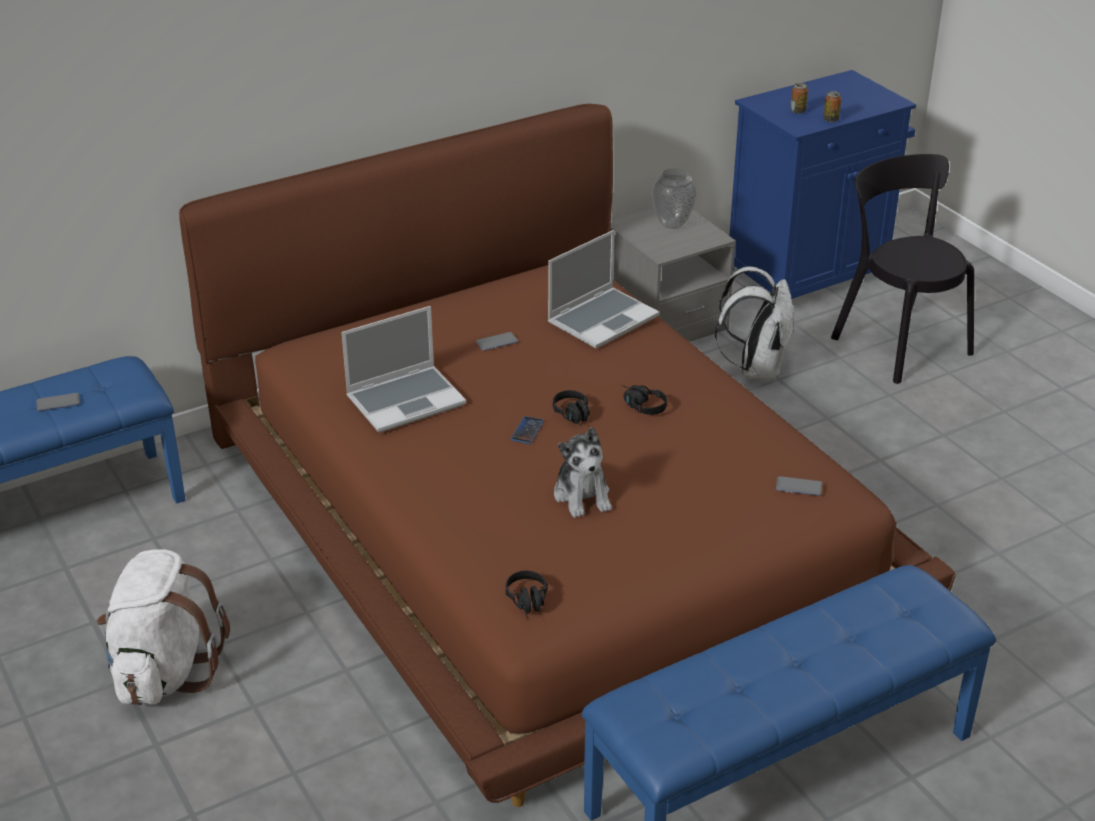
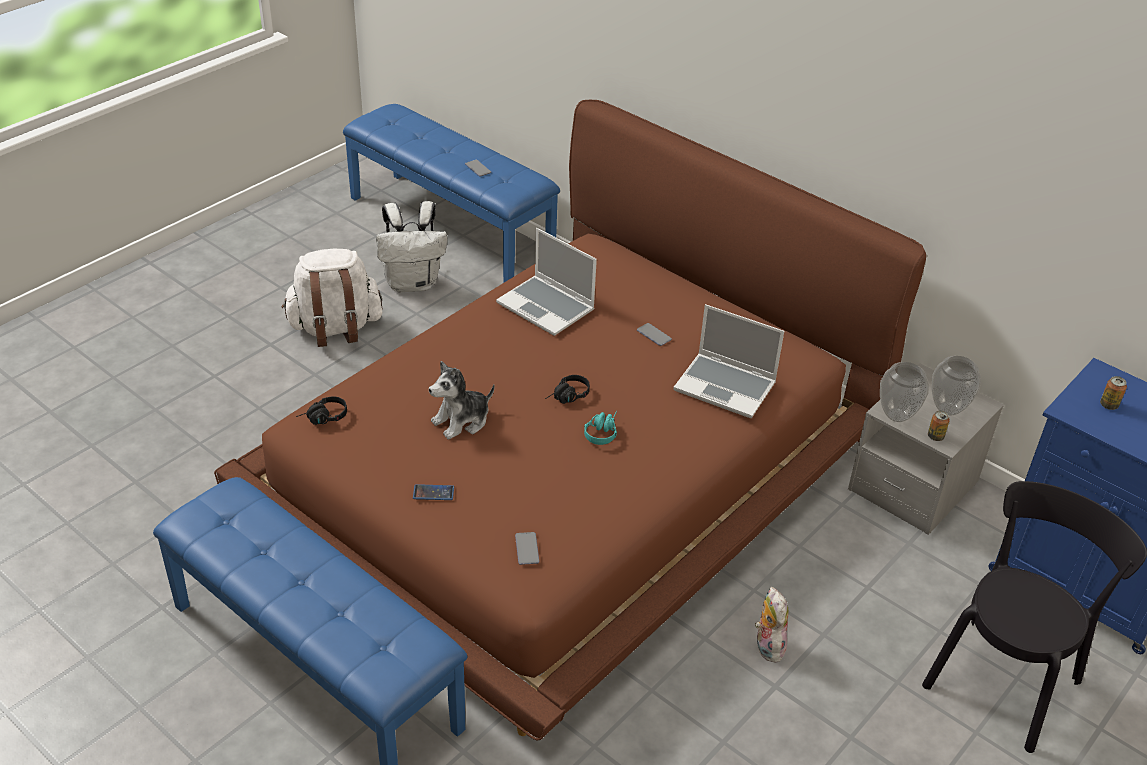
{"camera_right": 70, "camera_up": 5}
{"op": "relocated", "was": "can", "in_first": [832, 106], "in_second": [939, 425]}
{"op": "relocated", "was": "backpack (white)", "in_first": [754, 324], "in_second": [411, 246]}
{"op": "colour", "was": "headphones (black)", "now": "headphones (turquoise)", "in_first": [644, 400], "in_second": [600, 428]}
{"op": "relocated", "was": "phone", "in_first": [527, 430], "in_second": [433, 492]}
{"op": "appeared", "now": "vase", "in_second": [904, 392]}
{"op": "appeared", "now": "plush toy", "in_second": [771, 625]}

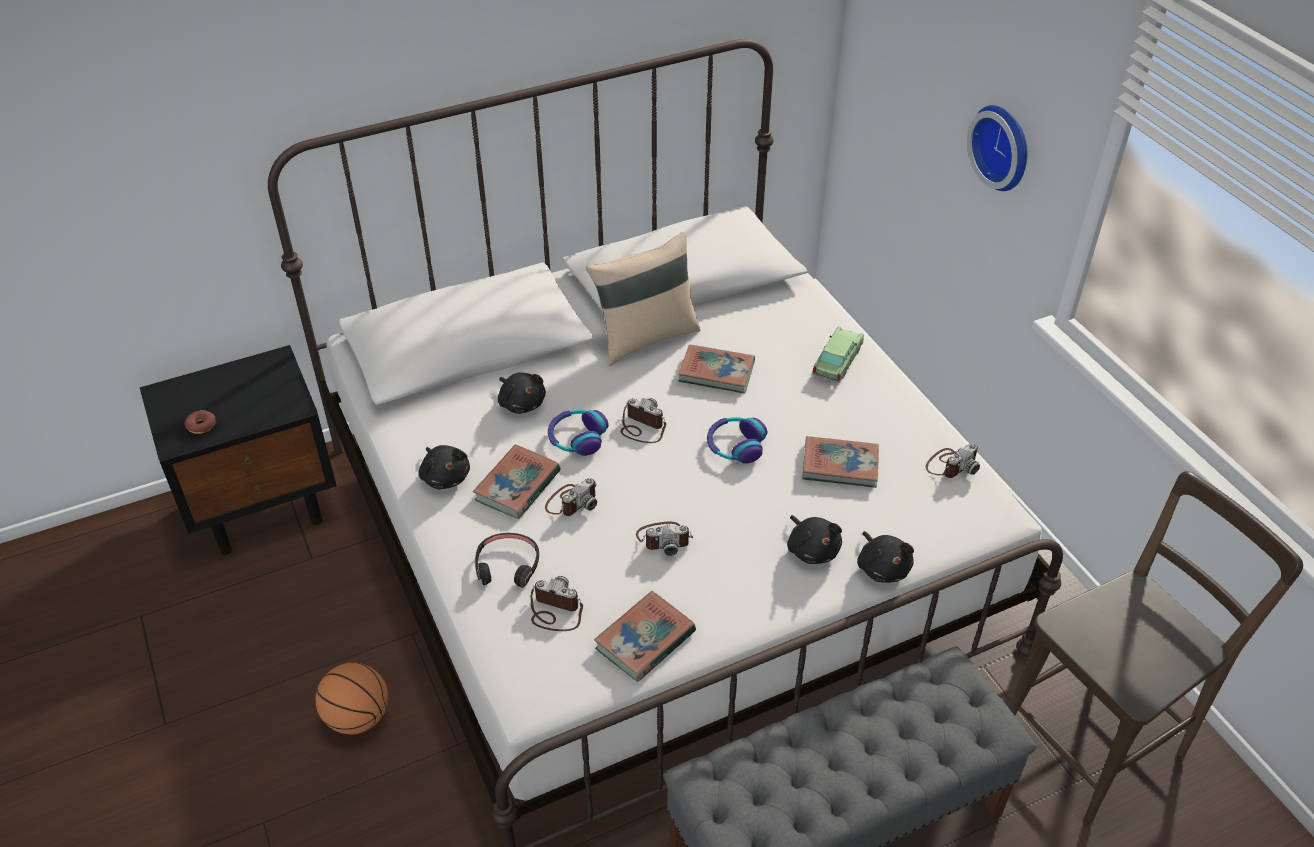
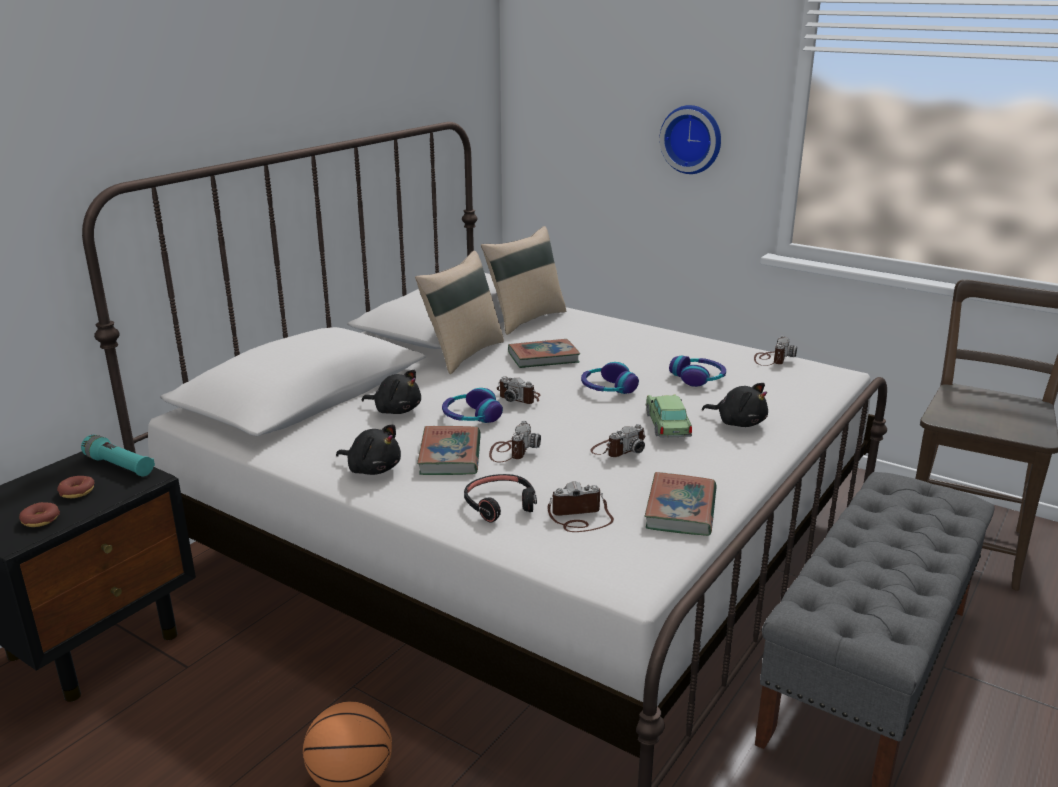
{"camera_right": -30, "camera_up": -20}
{"op": "relocated", "was": "toy car", "in_first": [838, 355], "in_second": [668, 415]}
{"op": "spun", "was": "photo camera", "in_first": [643, 420], "in_second": [518, 390], "clockwise": -150}
{"op": "exchanged", "was": "book", "now": "headphones", "in_first": [840, 462], "in_second": [697, 371]}
{"op": "missing", "was": "plush toy (black)", "in_first": [885, 557]}
{"op": "appeared", "now": "pillow (beige)", "in_second": [523, 280]}
{"op": "appeared", "now": "flashlight (turquoise)", "in_second": [118, 456]}
{"op": "appeared", "now": "donut", "in_second": [75, 487]}

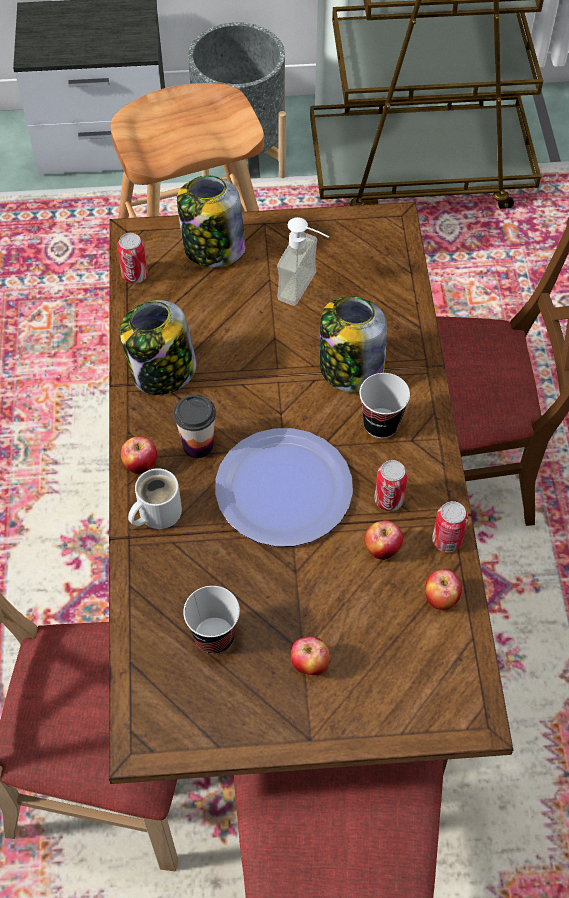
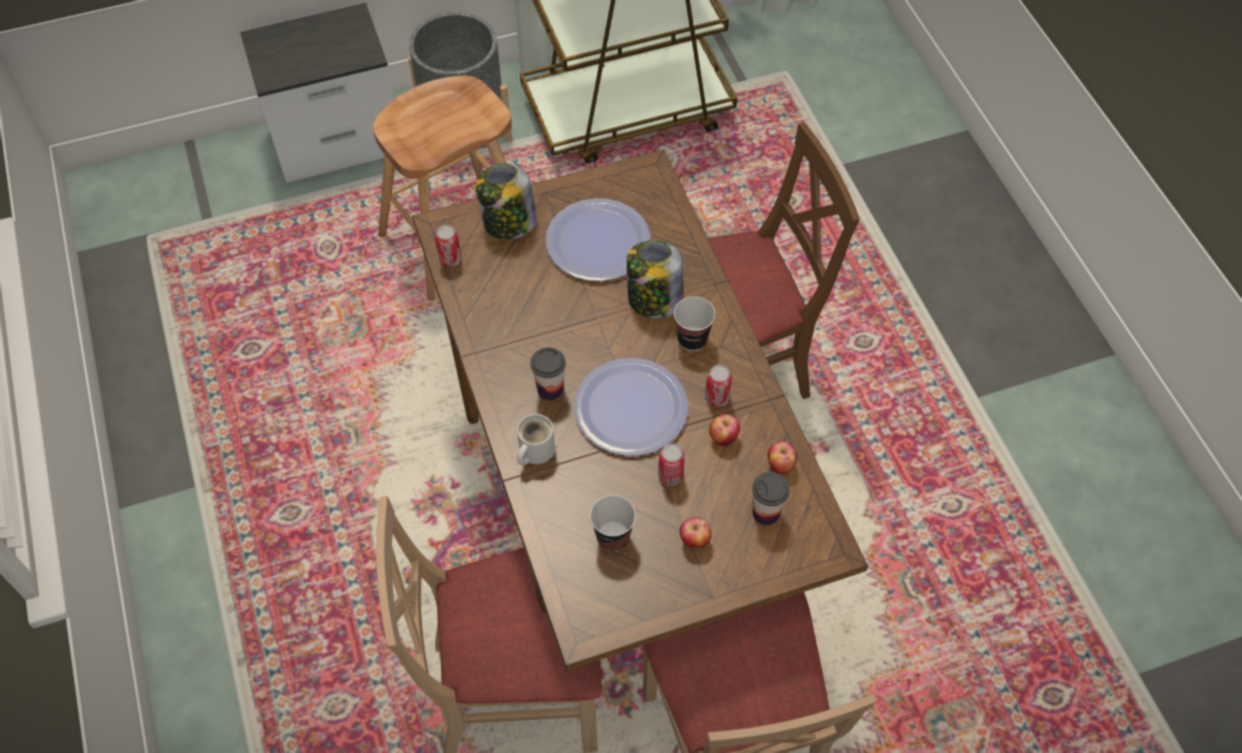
{"camera_right": -15, "camera_up": 0}
{"op": "exchanged", "was": "soap dispenser", "now": "plate", "in_first": [303, 261], "in_second": [598, 240]}
{"op": "missing", "was": "jar", "in_first": [158, 347]}
{"op": "missing", "was": "apple", "in_first": [139, 455]}
{"op": "relocated", "was": "can", "in_first": [450, 526], "in_second": [671, 465]}
{"op": "appeared", "now": "cup", "in_second": [771, 498]}

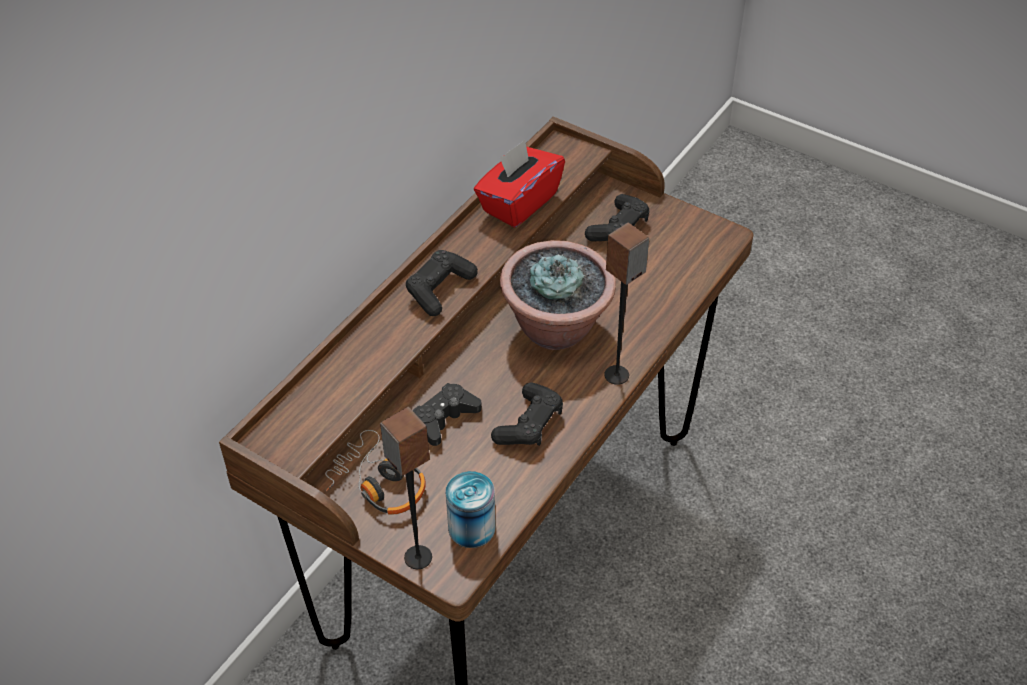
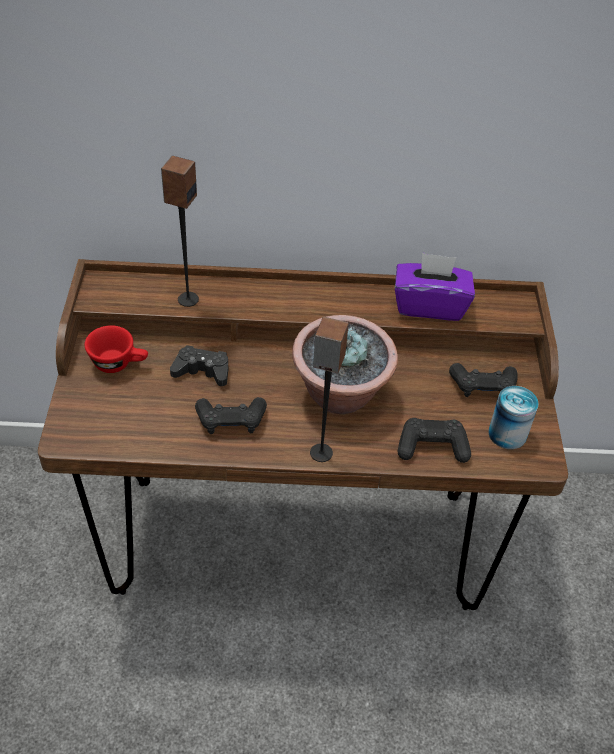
{"camera_right": 55, "camera_up": 0}
{"op": "colour", "was": "tissue box (red)", "now": "tissue box (purple)", "in_first": [519, 183], "in_second": [435, 286]}
{"op": "relocated", "was": "game controller (black)", "in_first": [442, 283], "in_second": [434, 440]}
{"op": "relocated", "was": "speaker", "in_first": [406, 488], "in_second": [180, 231]}
{"op": "exchanged", "was": "headphones", "now": "cup (red)", "in_first": [375, 472], "in_second": [116, 349]}
{"op": "relocated", "was": "can", "in_first": [471, 509], "in_second": [513, 417]}

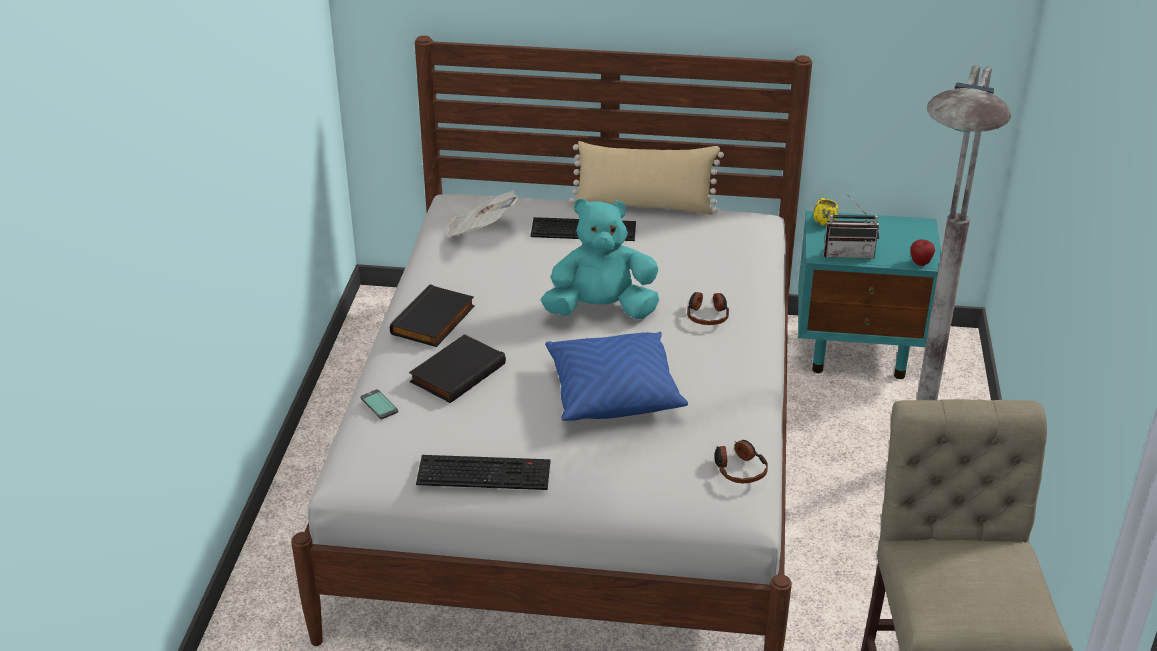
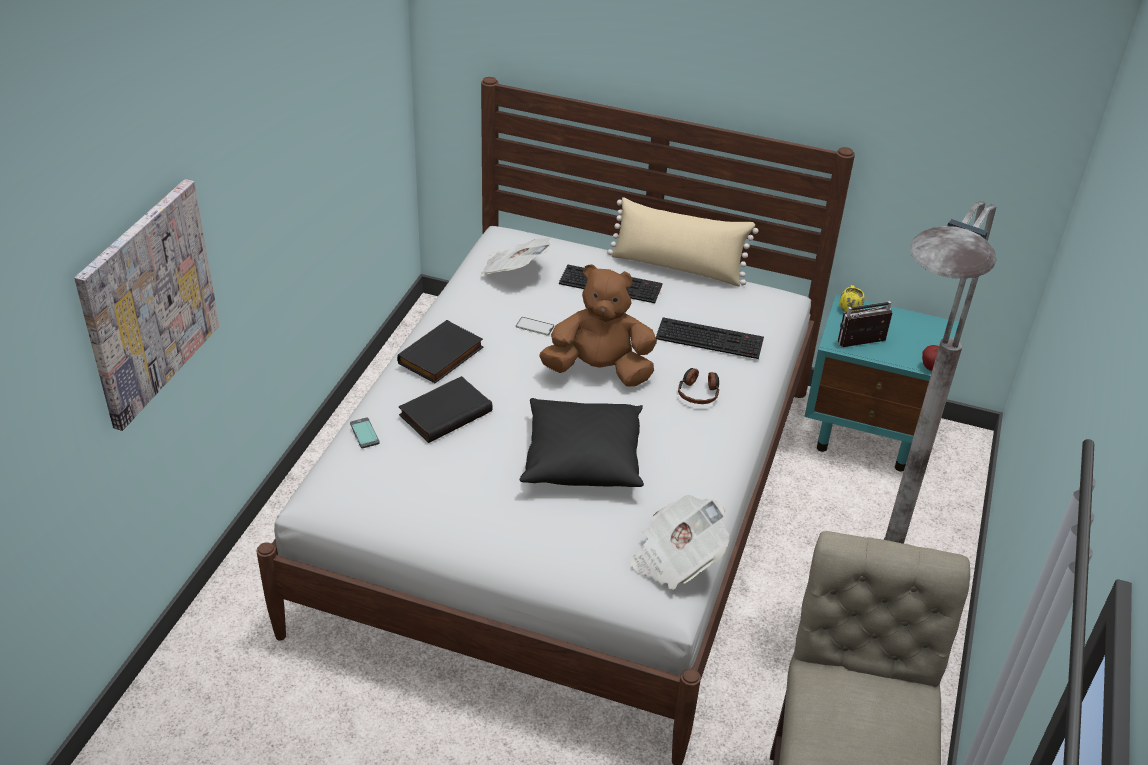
{"camera_right": 10, "camera_up": 5}
{"op": "spun", "was": "radio", "in_first": [851, 227], "in_second": [865, 324], "clockwise": 150}
{"op": "colour", "was": "plush toy (turquoise)", "now": "plush toy (brown)", "in_first": [600, 258], "in_second": [598, 325]}
{"op": "colour", "was": "pillow (blue)", "now": "pillow (black)", "in_first": [616, 376], "in_second": [582, 442]}
{"op": "exchanged", "was": "headphones", "now": "newspaper", "in_first": [741, 461], "in_second": [679, 542]}
{"op": "relocated", "was": "keyboard", "in_first": [483, 472], "in_second": [710, 338]}
{"op": "appeared", "now": "picture", "in_second": [146, 305]}
{"op": "appeared", "now": "phone", "in_second": [535, 326]}

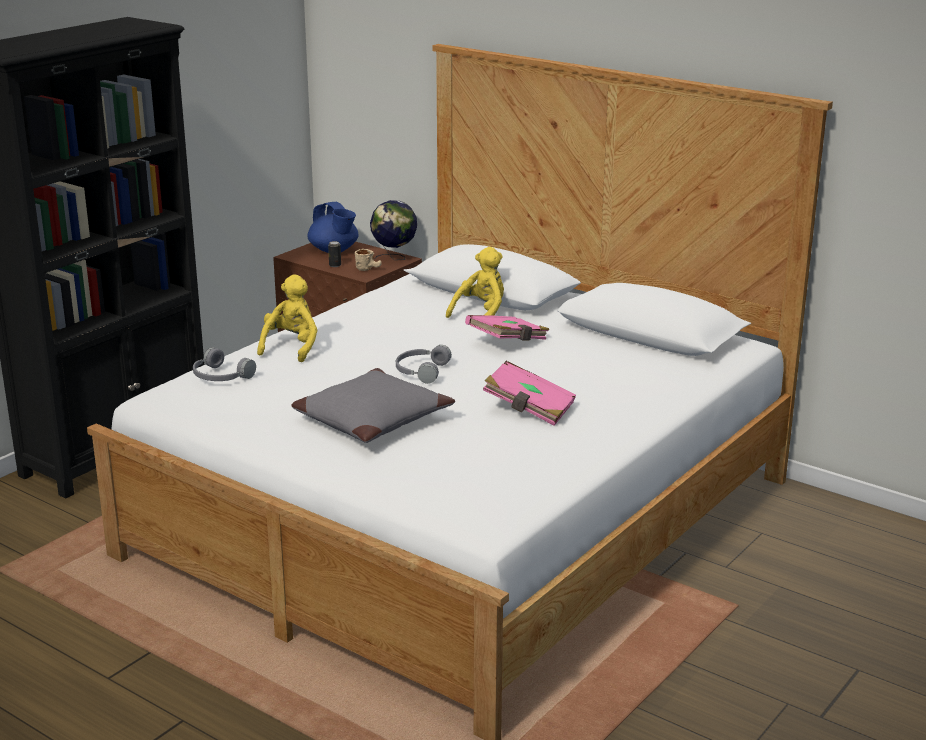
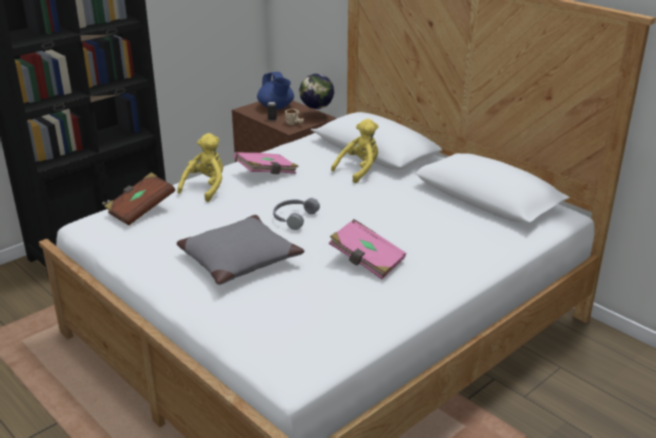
{"camera_right": 10, "camera_up": 5}
{"op": "relocated", "was": "book (pink)", "in_first": [507, 328], "in_second": [266, 163]}
{"op": "exchanged", "was": "headphones (grey)", "now": "book (brown)", "in_first": [224, 364], "in_second": [139, 199]}

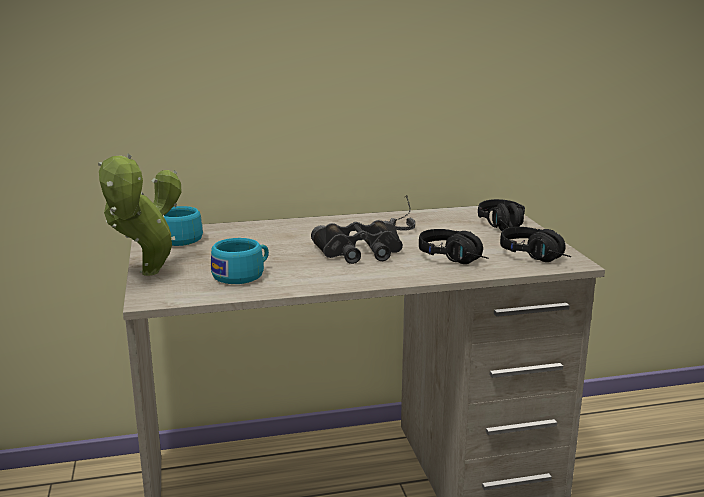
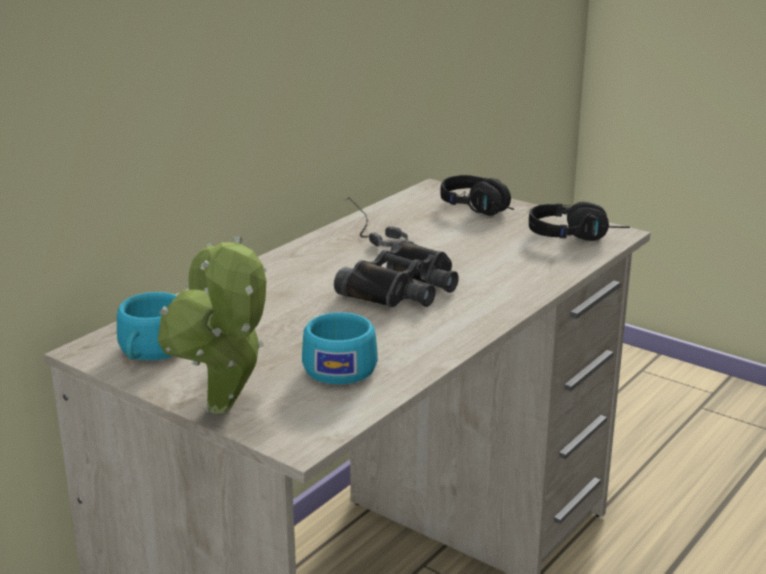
{"camera_right": -40, "camera_up": 5}
{"op": "missing", "was": "headphones (black)", "in_first": [453, 246]}

